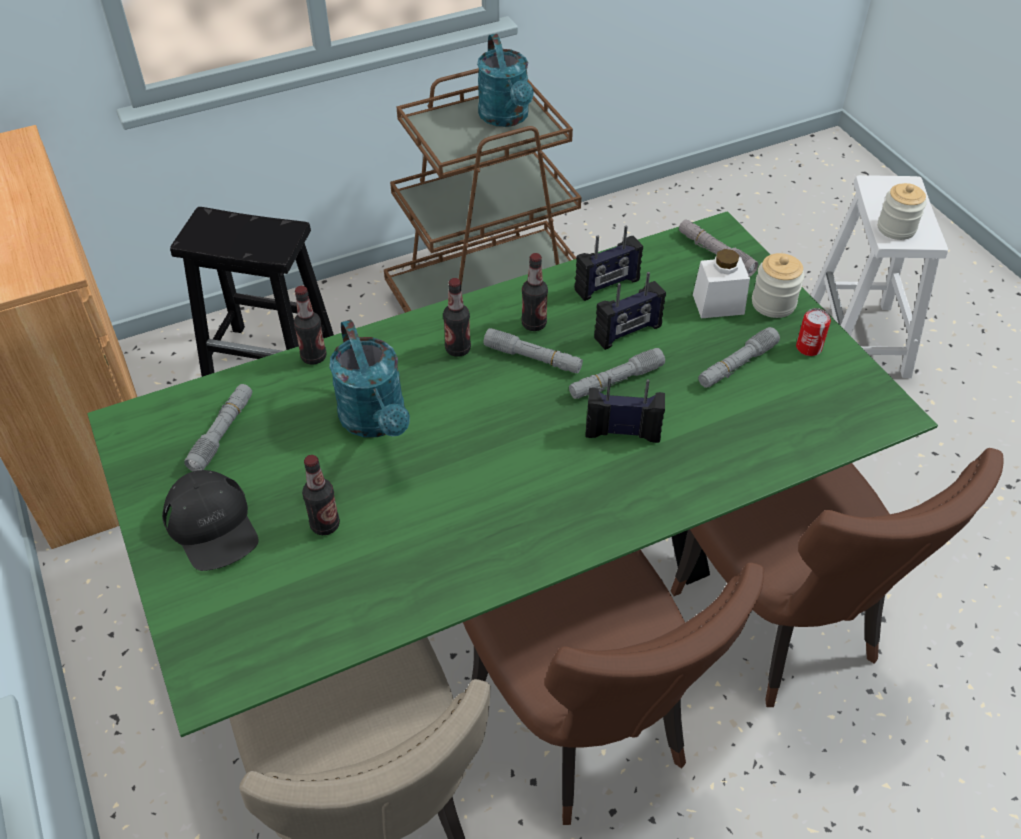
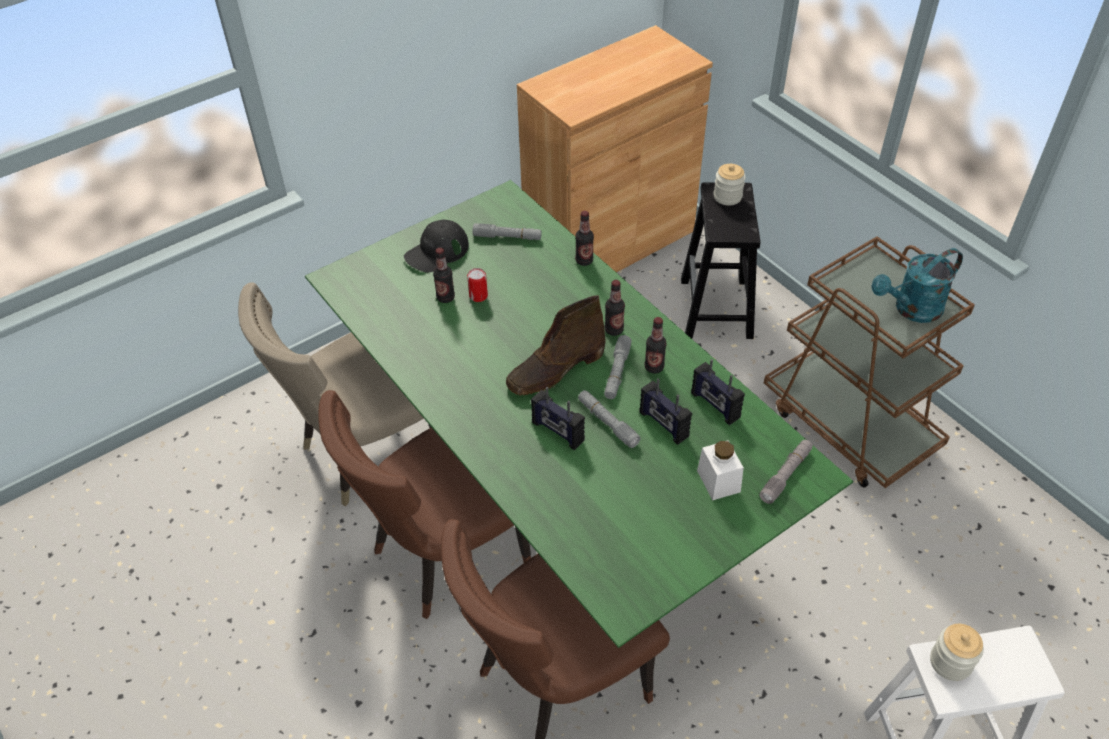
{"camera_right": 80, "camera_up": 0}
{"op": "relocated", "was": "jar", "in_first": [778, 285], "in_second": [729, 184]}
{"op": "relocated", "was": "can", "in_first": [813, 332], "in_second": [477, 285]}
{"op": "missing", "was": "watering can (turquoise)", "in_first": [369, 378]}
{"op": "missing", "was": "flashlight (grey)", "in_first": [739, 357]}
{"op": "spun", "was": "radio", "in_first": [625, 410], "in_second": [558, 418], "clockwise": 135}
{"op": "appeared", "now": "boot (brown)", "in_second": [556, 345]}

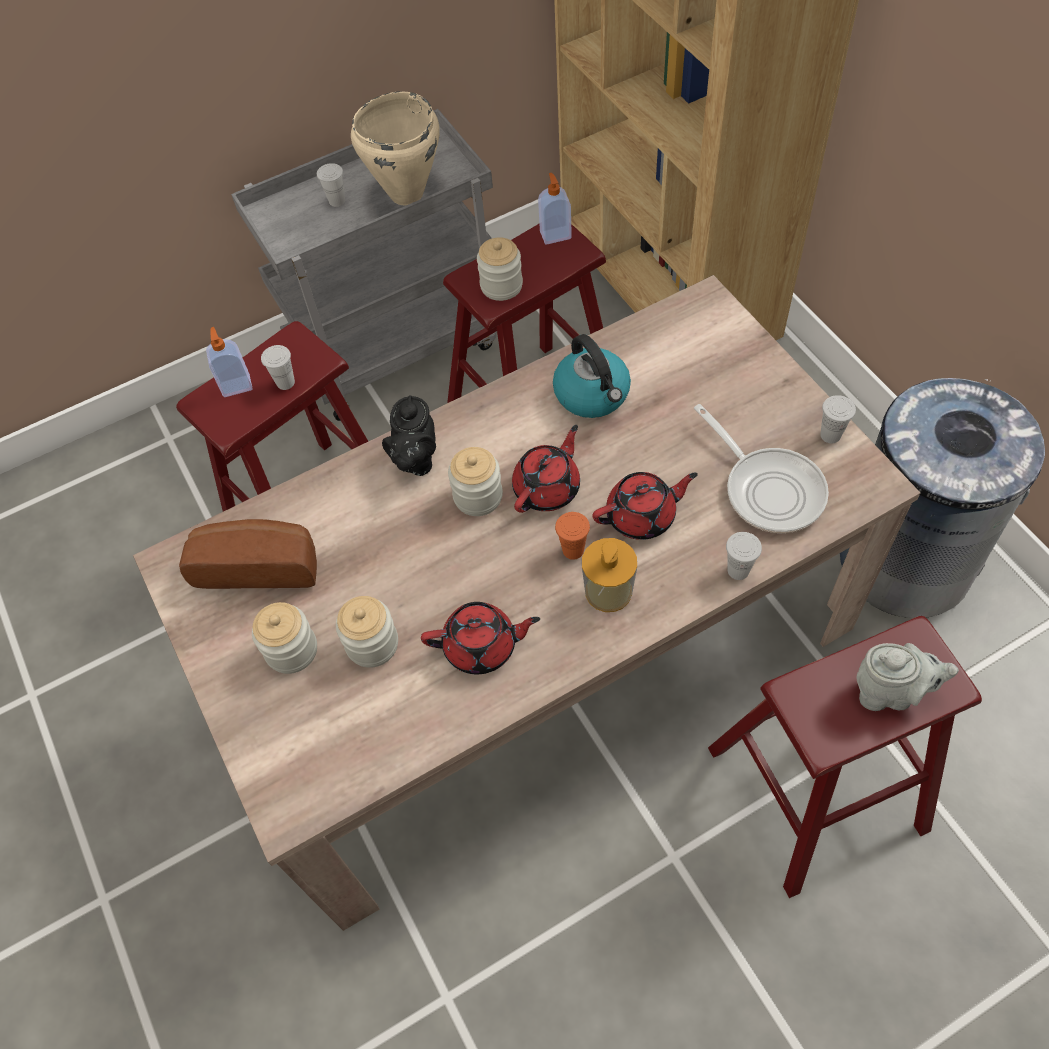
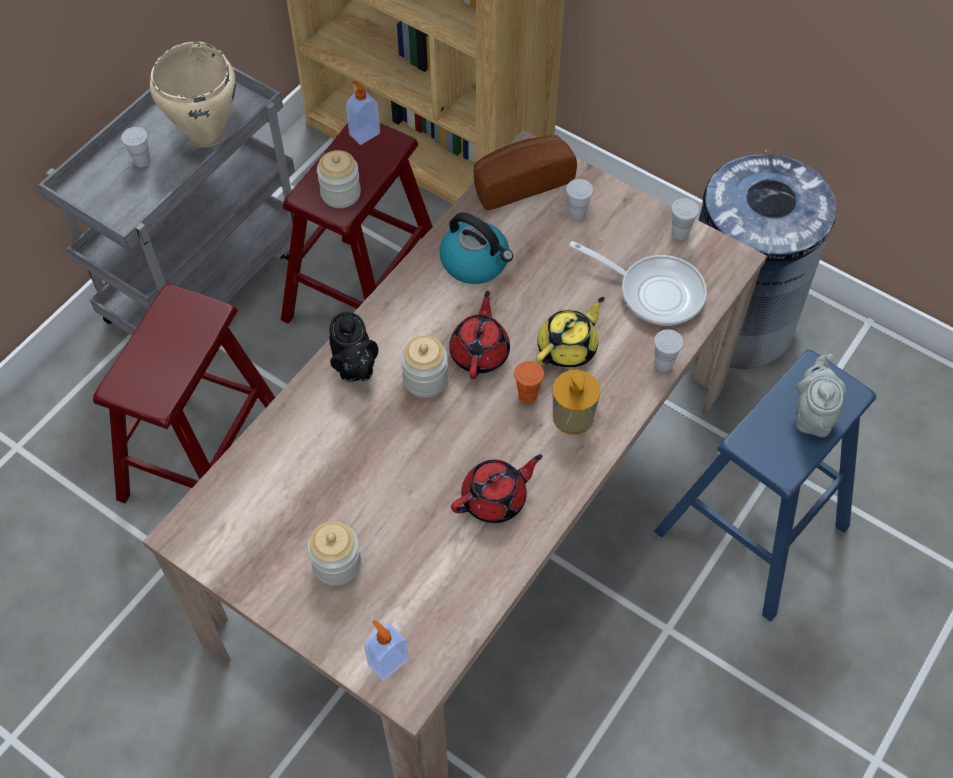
{"camera_right": -30, "camera_up": 0}
{"op": "relocated", "was": "soap dispenser", "in_first": [229, 362], "in_second": [386, 650]}
{"op": "relocated", "was": "cup (white)", "in_first": [278, 367], "in_second": [579, 199]}
{"op": "colour", "was": "teapot (red)", "now": "teapot (yellow)", "in_first": [645, 506], "in_second": [570, 332]}
{"op": "relocated", "was": "bread", "in_first": [248, 554], "in_second": [525, 172]}
{"op": "missing", "was": "jar", "in_first": [367, 632]}
{"op": "colour", "was": "stool (red)", "now": "stool (blue)", "in_first": [845, 757], "in_second": [765, 486]}
{"op": "spun", "was": "teapot (grey)", "in_first": [907, 677], "in_second": [821, 395], "clockwise": -60}

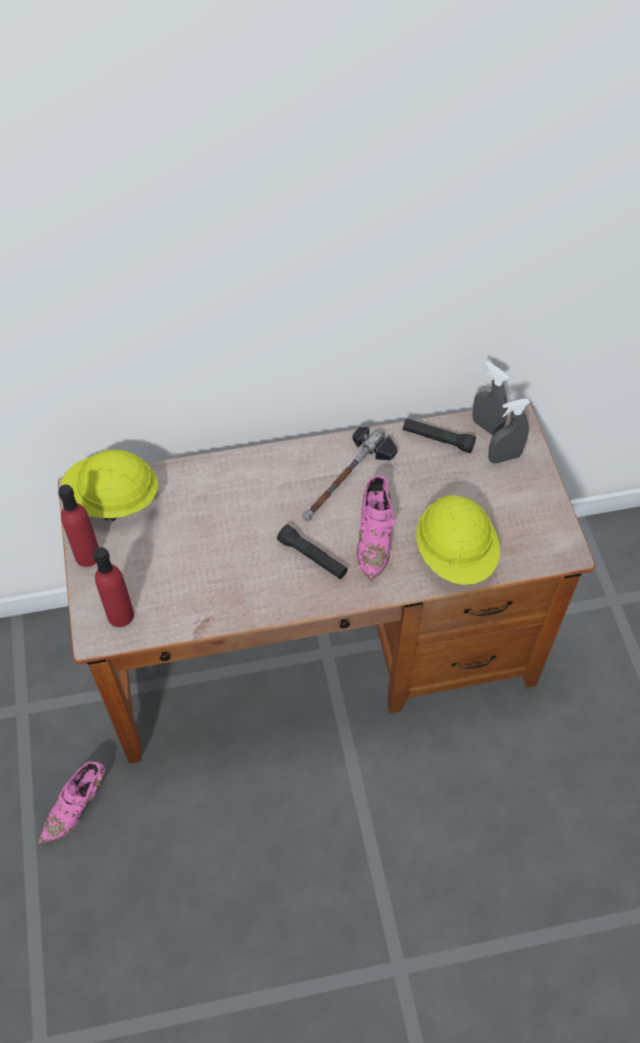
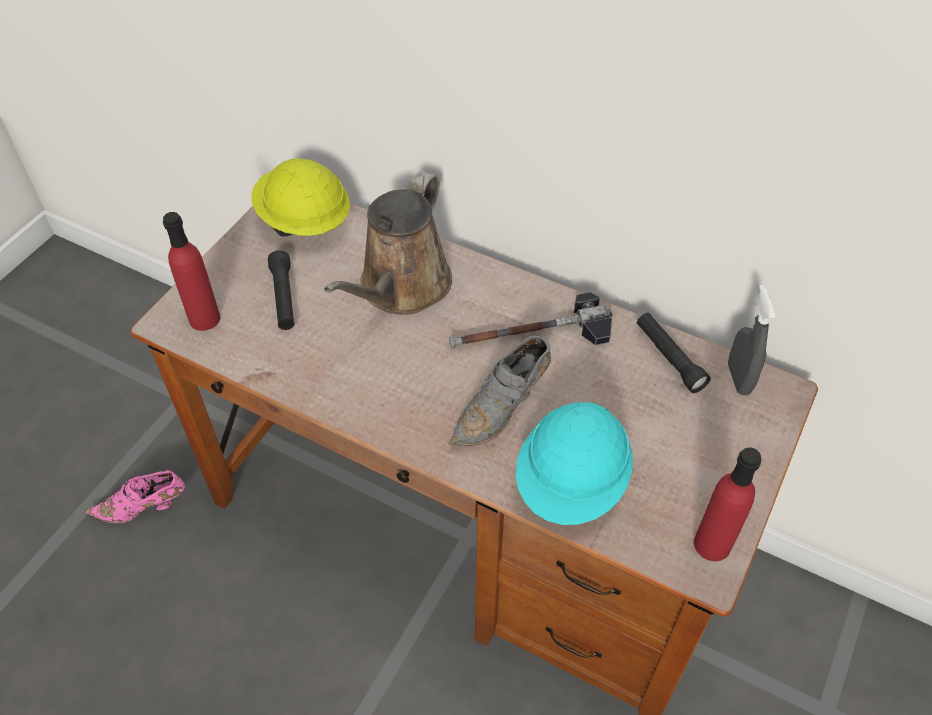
{"camera_right": 40, "camera_up": -5}
{"op": "missing", "was": "spray bottle (grey)", "in_first": [509, 431]}
{"op": "colour", "was": "shoe (pink)", "now": "shoe (grey)", "in_first": [376, 528], "in_second": [500, 390]}
{"op": "relocated", "was": "bottle (red)", "in_first": [78, 526], "in_second": [728, 504]}
{"op": "colour", "was": "hard hat (yellow)", "now": "hard hat (turquoise)", "in_first": [458, 540], "in_second": [574, 463]}
{"op": "relocated", "was": "flashlight (black)", "in_first": [312, 552], "in_second": [281, 290]}
{"op": "appeared", "now": "watering can (brown)", "in_second": [388, 243]}

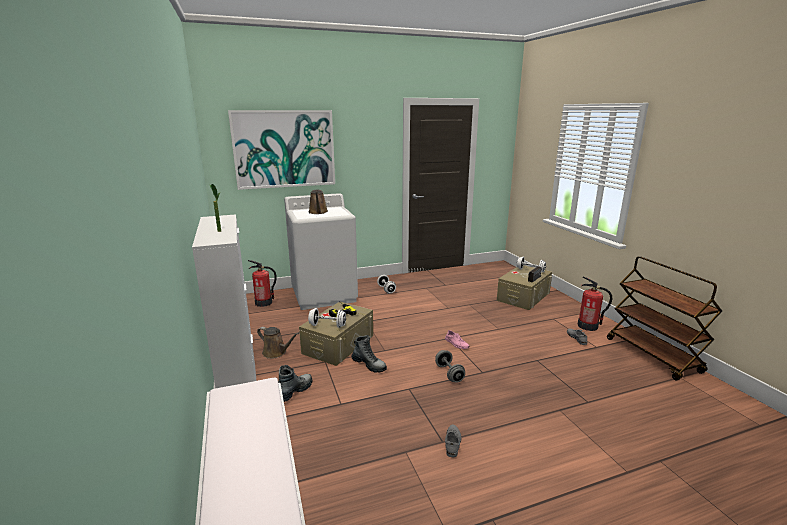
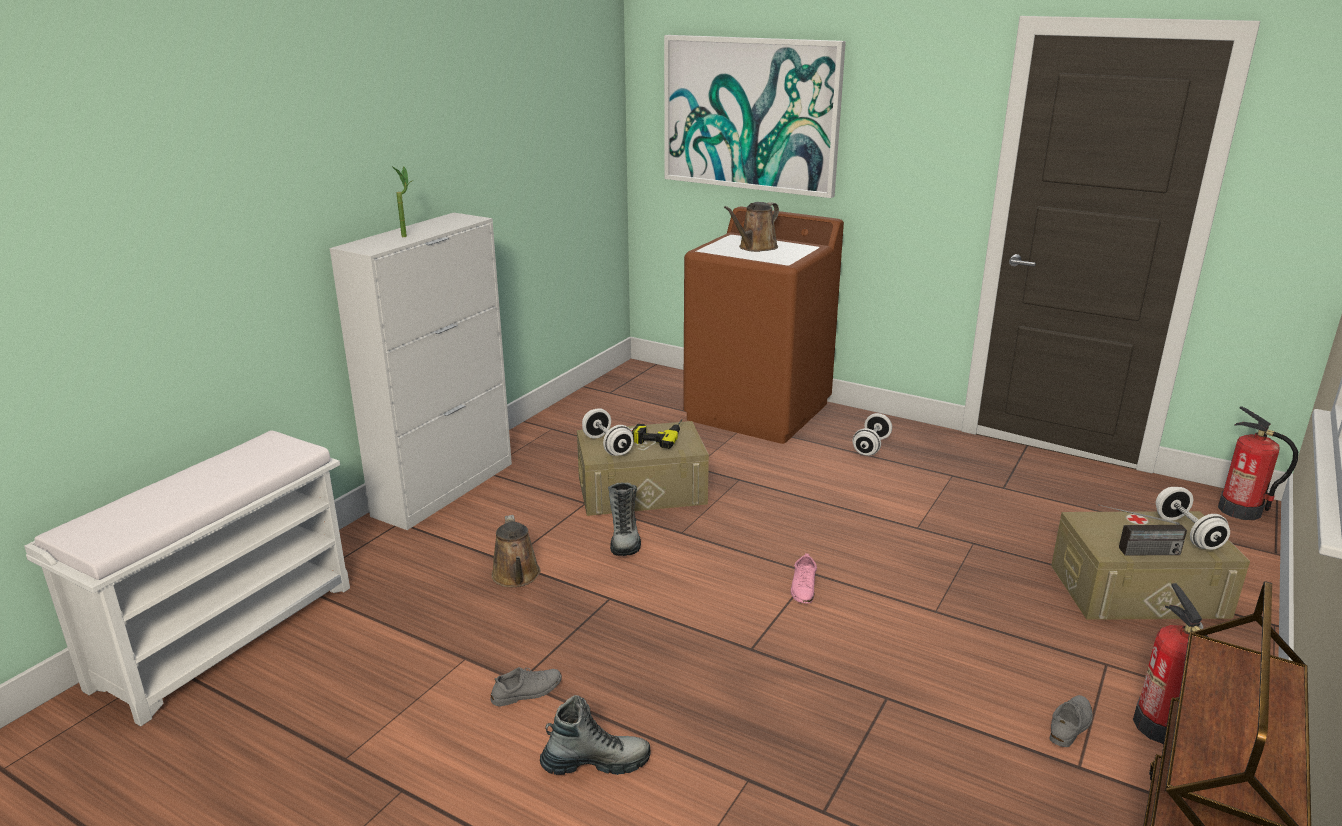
{"camera_right": 50, "camera_up": 5}
{"op": "colour", "was": "washing machine (white)", "now": "washing machine (brown)", "in_first": [321, 251], "in_second": [763, 325]}
{"op": "relocated", "was": "fire extinguisher", "in_first": [262, 283], "in_second": [1258, 463]}
{"op": "relocated", "was": "watering can (brown)", "in_first": [278, 343], "in_second": [515, 551]}
{"op": "missing", "was": "dumbbell (grey)", "in_first": [450, 366]}
{"op": "relocated", "was": "boot", "in_first": [295, 383], "in_second": [595, 735]}

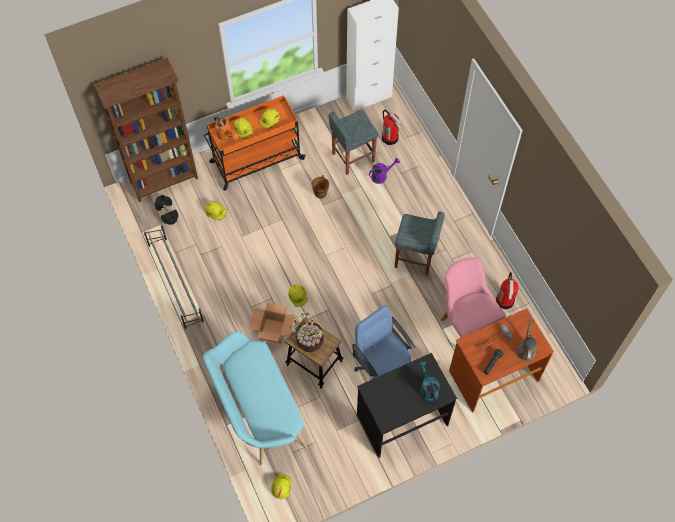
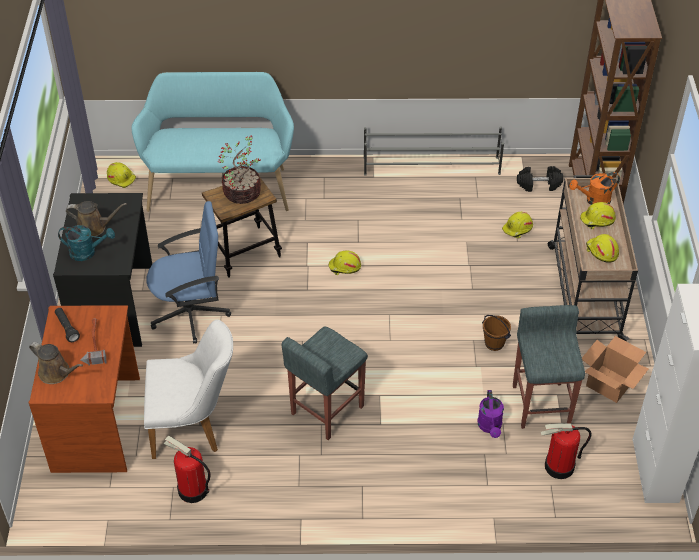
{"camera_right": 115, "camera_up": -15}
{"op": "colour", "was": "cart (orange)", "now": "cart (beige)", "in_first": [255, 142], "in_second": [593, 258]}
{"op": "colour", "was": "chair (pink)", "now": "chair (white)", "in_first": [473, 297], "in_second": [188, 389]}
{"op": "relocated", "was": "cardboard box", "in_first": [271, 323], "in_second": [615, 369]}
{"op": "appeared", "now": "watering can (brown)", "in_second": [96, 219]}

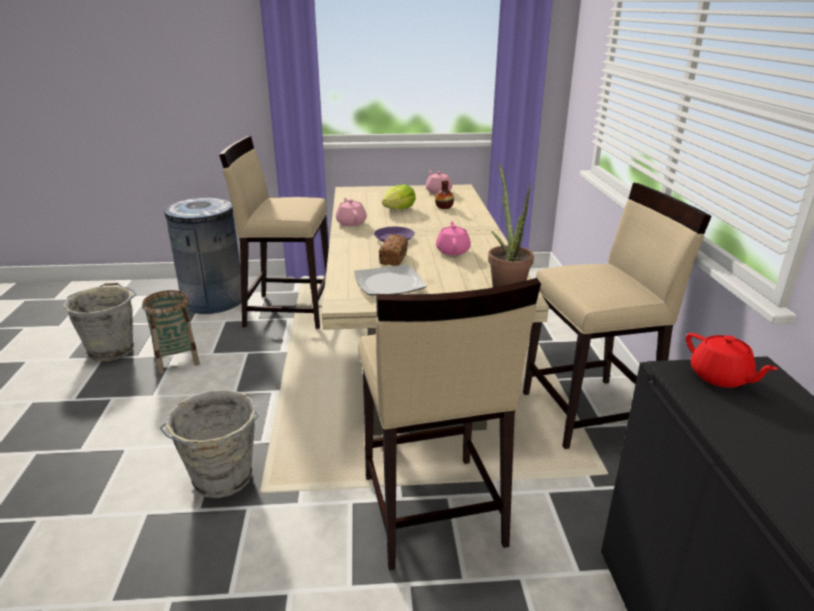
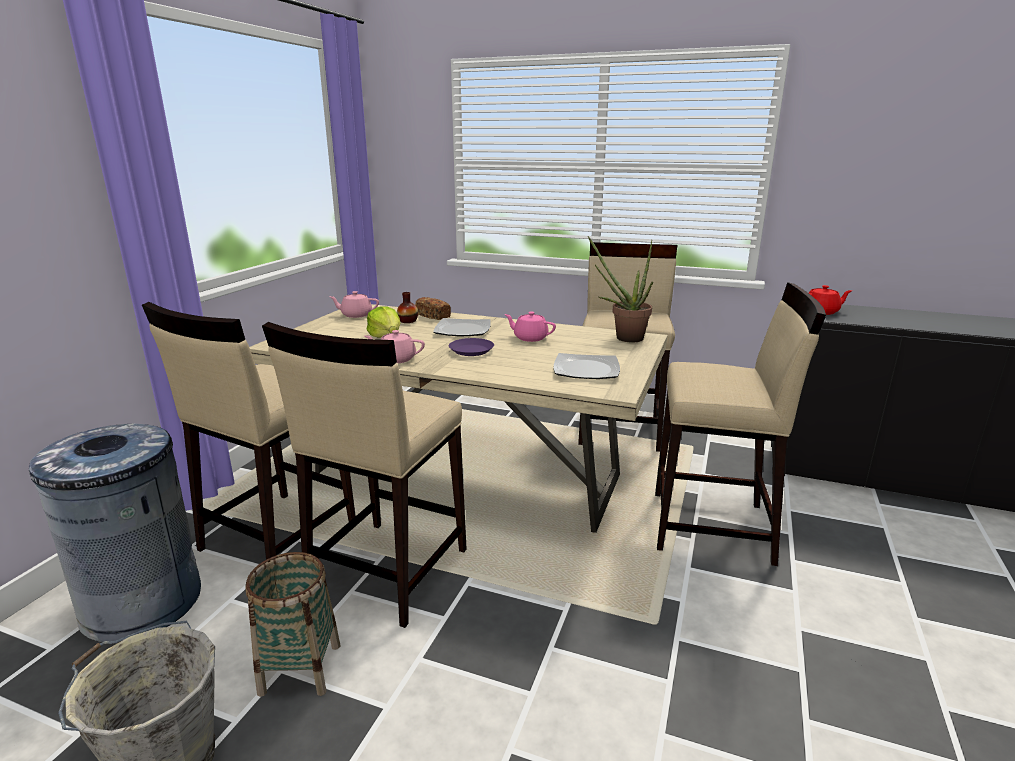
{"camera_right": -65, "camera_up": -5}
{"op": "relocated", "was": "bread", "in_first": [393, 250], "in_second": [433, 308]}
{"op": "missing", "was": "bucket (grey)", "in_first": [209, 444]}
{"op": "appeared", "now": "plate", "in_second": [462, 327]}
{"op": "appeared", "now": "stool (beige)", "in_second": [364, 475]}

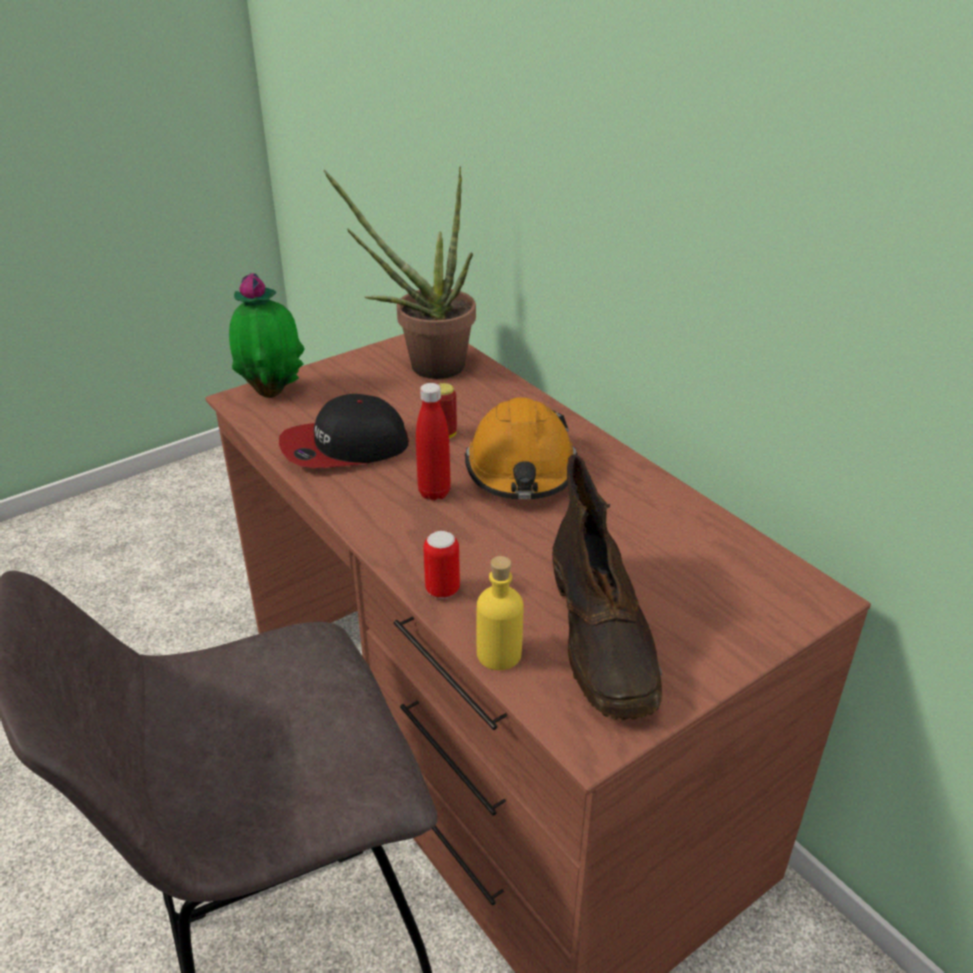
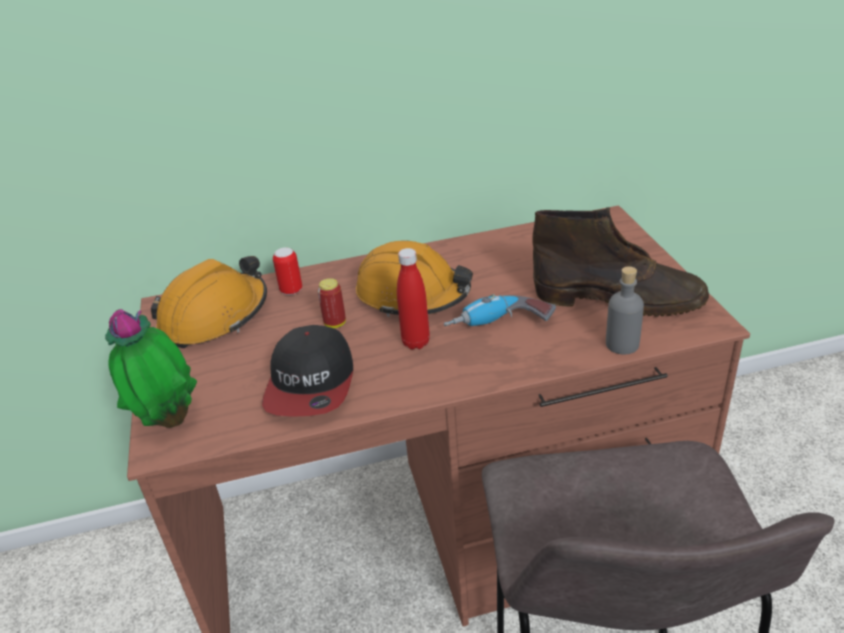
{"camera_right": -65, "camera_up": 0}
{"op": "exchanged", "was": "potted plant", "now": "hard hat (orange)", "in_first": [399, 272], "in_second": [209, 302]}
{"op": "relocated", "was": "can", "in_first": [441, 564], "in_second": [287, 271]}
{"op": "colour", "was": "bottle (yellow)", "now": "bottle (grey)", "in_first": [500, 613], "in_second": [625, 310]}
{"op": "appeared", "now": "power drill", "in_second": [500, 310]}

